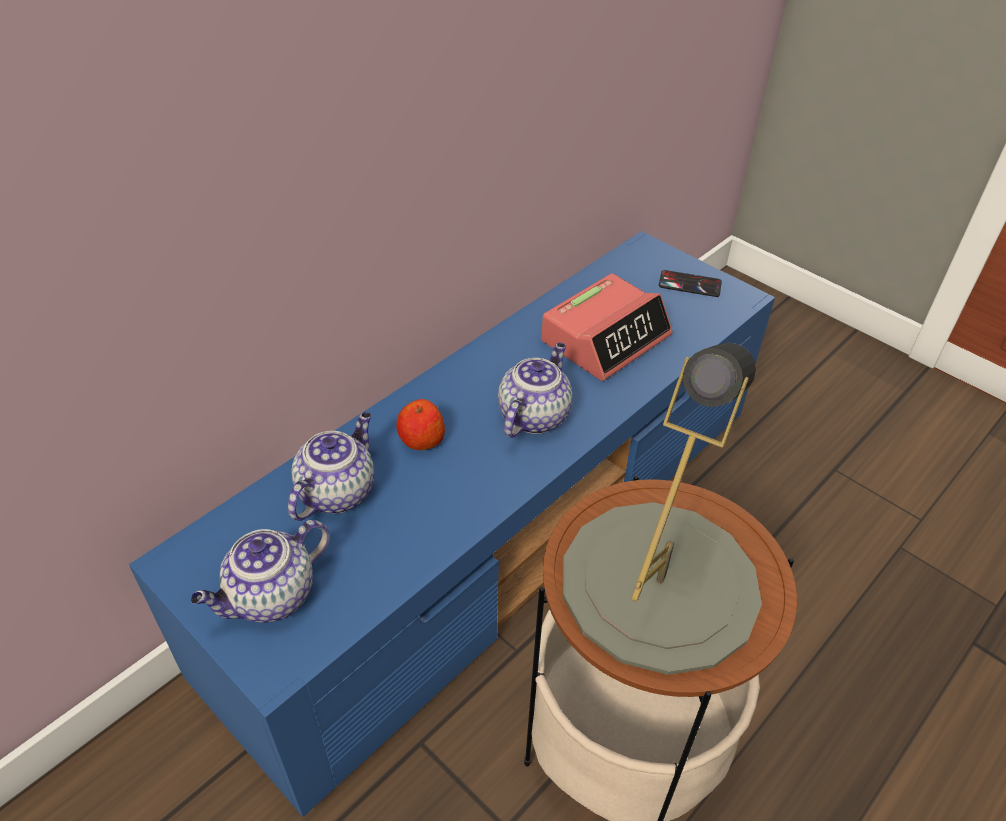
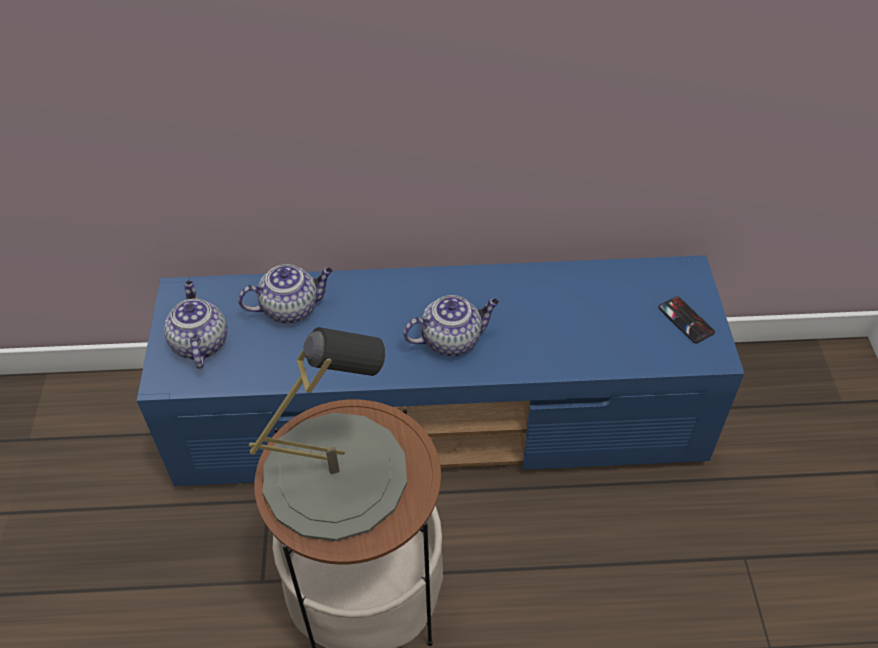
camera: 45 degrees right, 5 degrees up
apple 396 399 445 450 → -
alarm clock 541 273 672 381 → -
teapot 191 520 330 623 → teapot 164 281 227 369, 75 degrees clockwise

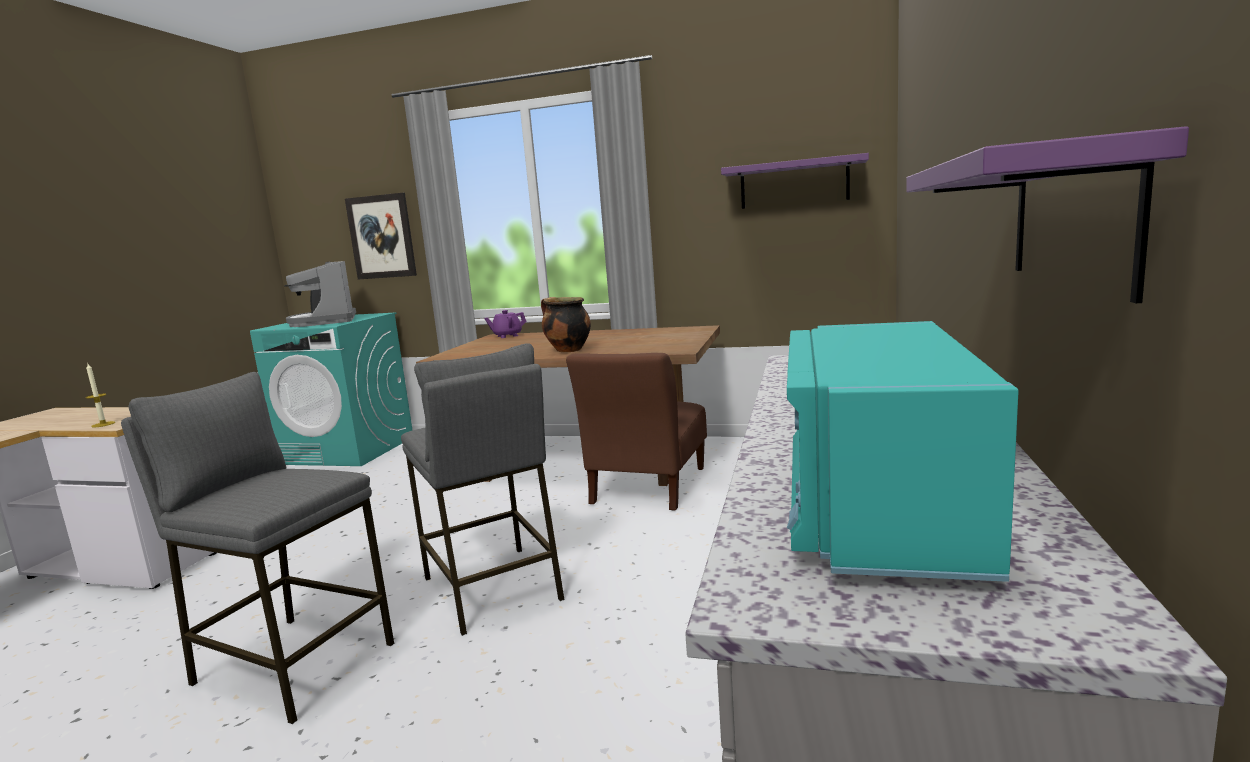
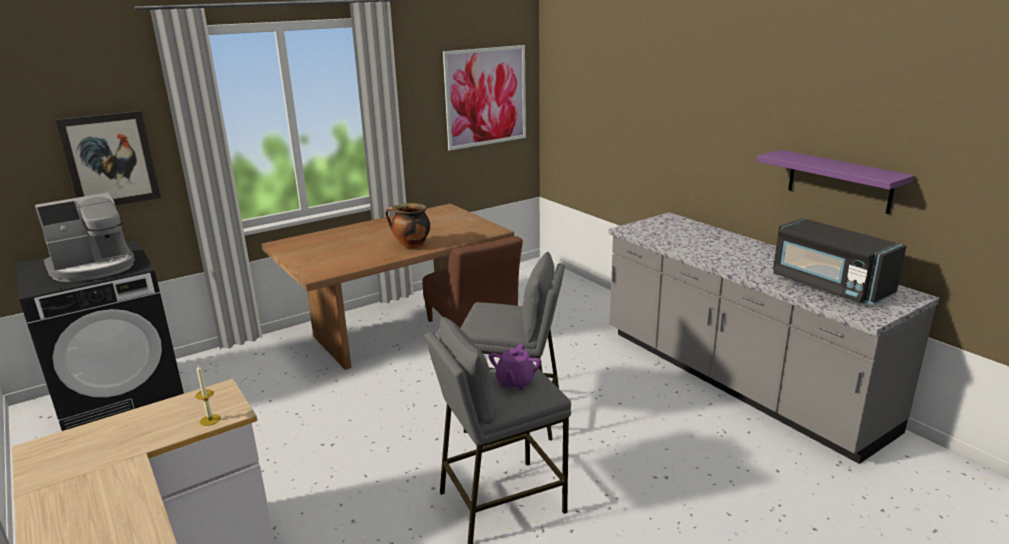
camera: 50 degrees left, 10 degrees up
purple teapot 484 310 527 338 → purple teapot 489 344 542 390, move
purple shelf 721 153 869 209 → picture 443 45 526 151
turquoise washing machine 250 312 412 466 → black washing machine 16 240 184 431
turquoise microwave 787 321 1019 582 → black microwave 773 218 907 305
coffee machine 284 261 356 327 → coffee machine 35 192 135 282, 60 degrees counterclockwise

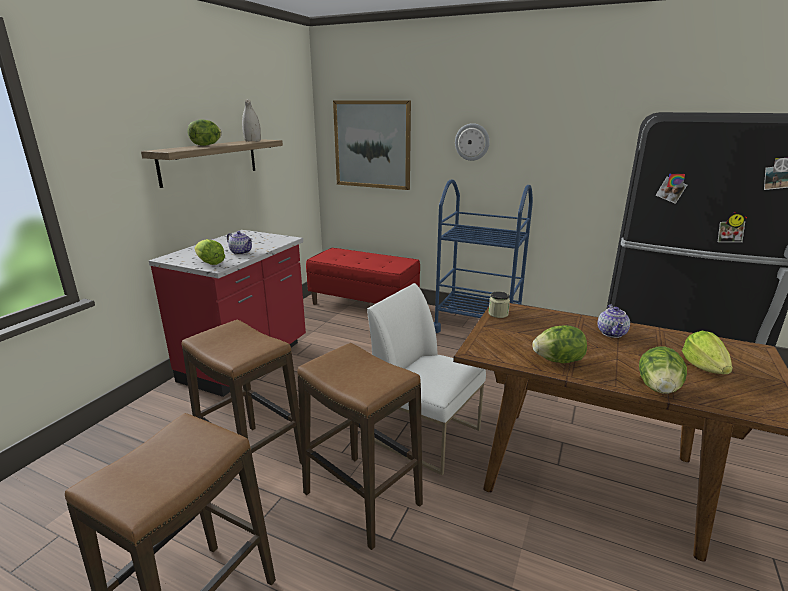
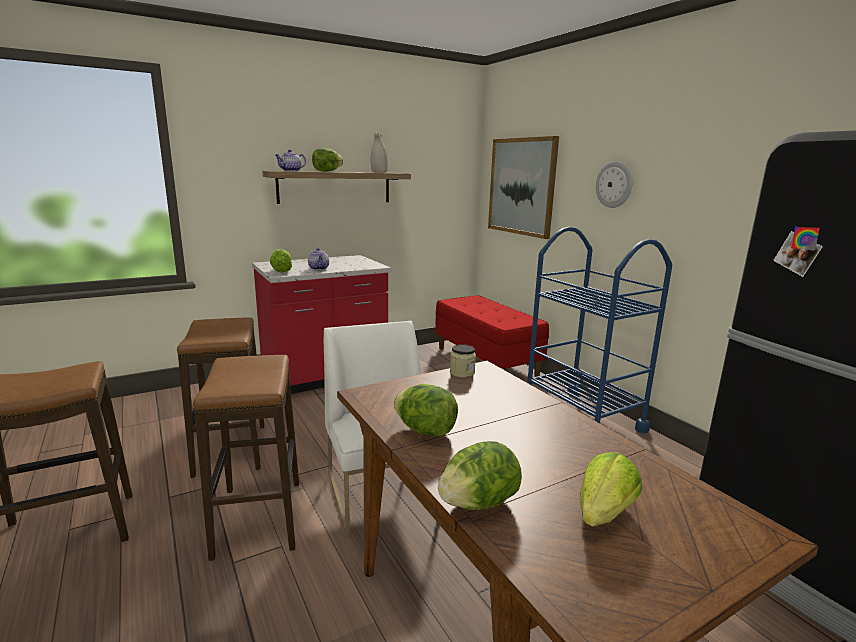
camera: 35 degrees right, 5 degrees down
teapot 598 304 630 338 → teapot 275 150 306 171, move

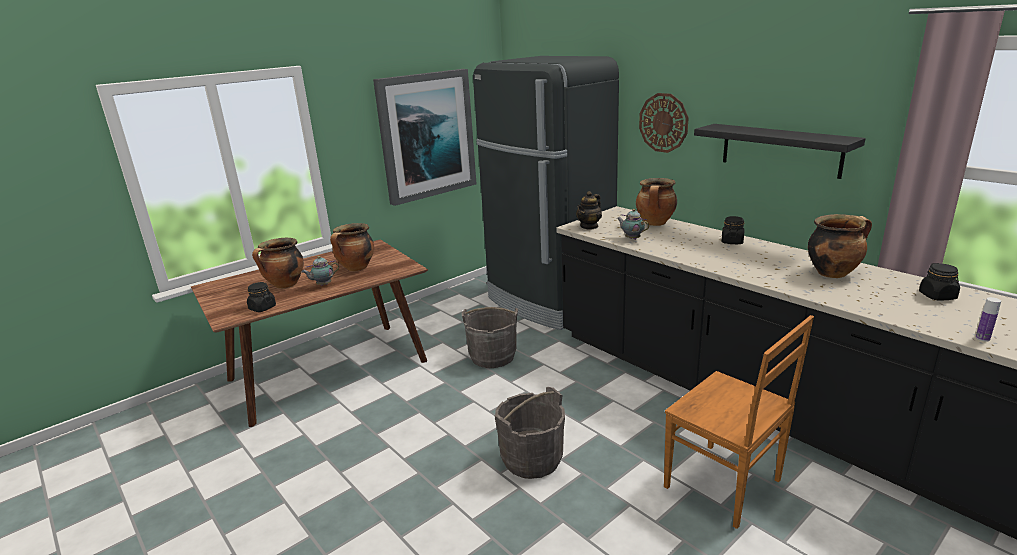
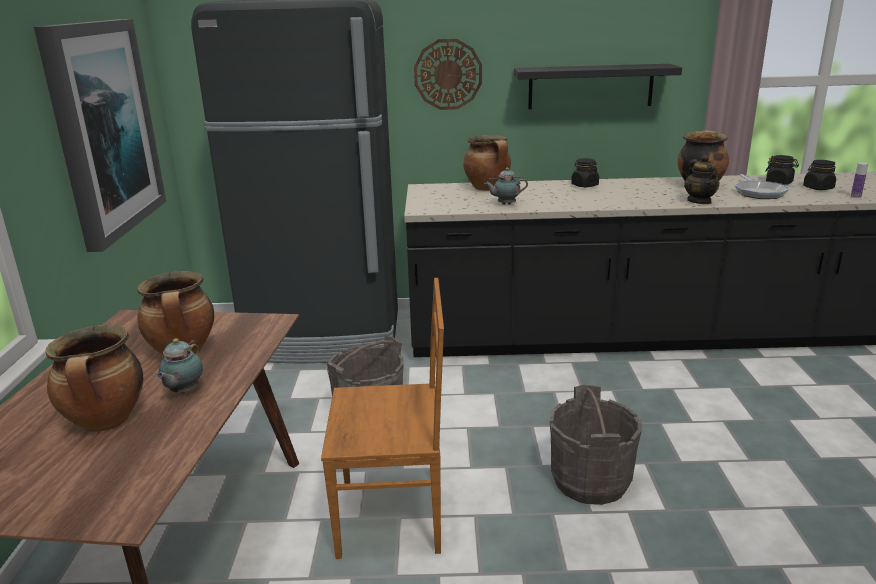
camera: 50 degrees left, 0 degrees up
- → frying pan 735 174 789 199
black jar 247 282 276 312 → black jar 803 160 836 190, move
teapot 576 191 602 230 → teapot 684 155 720 204, move
brown chair 664 315 814 529 → brown chair 321 278 444 559, move

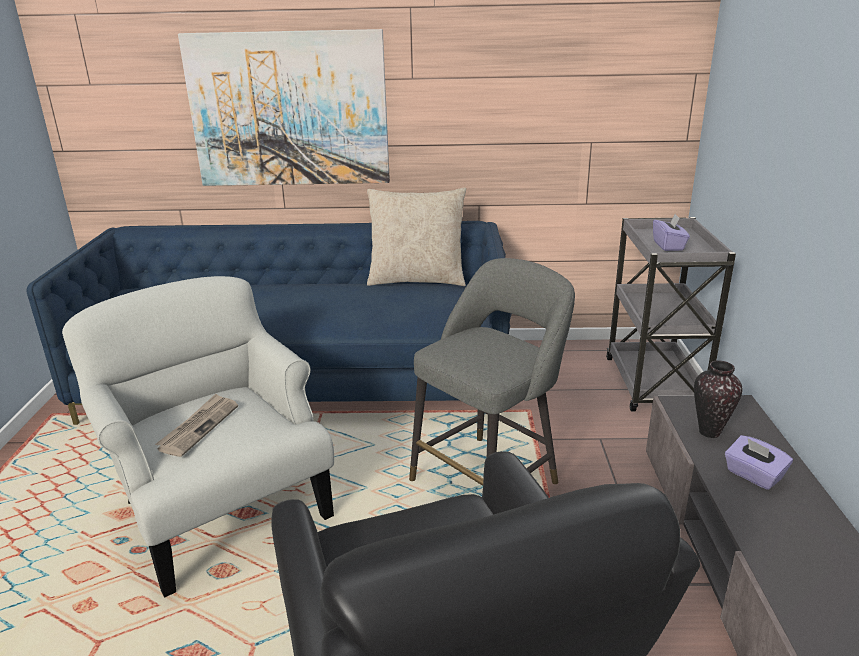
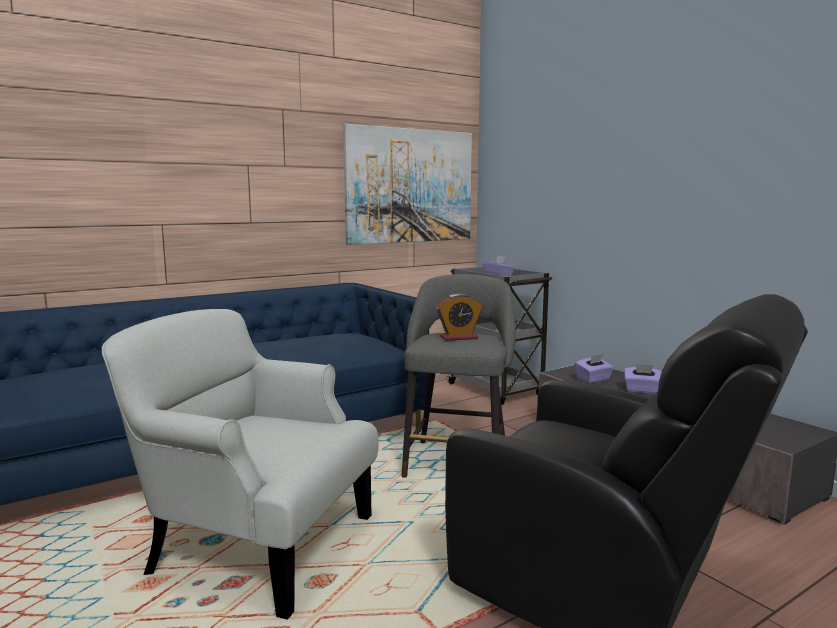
camera: 35 degrees left, 15 degrees down
newspaper 155 394 238 457 → -
beige pillow 367 188 466 286 → -
- → alarm clock 436 294 482 341
picture 178 29 390 186 → picture 343 124 472 245, move
vase 694 361 743 438 → purple tissue box 575 354 614 383

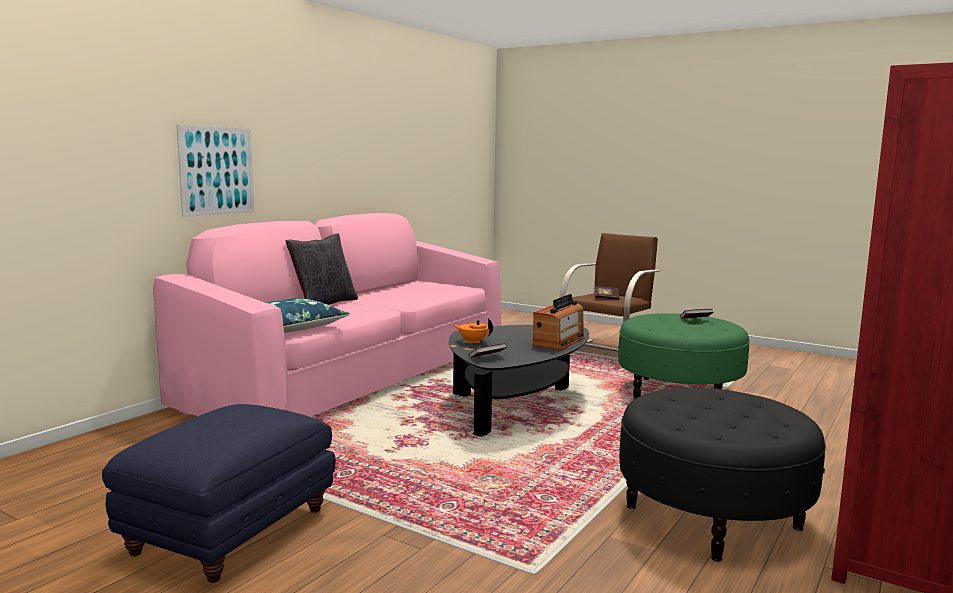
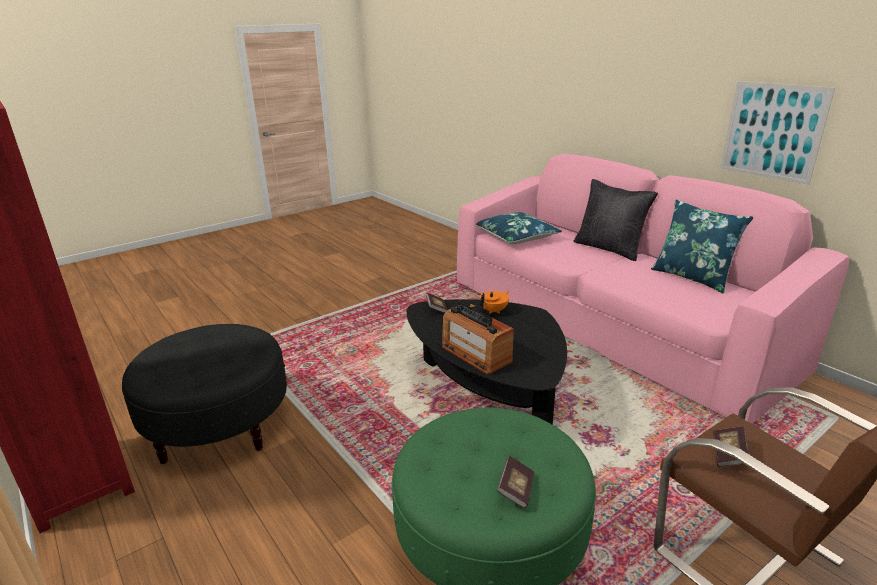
camera: 110 degrees right, 15 degrees up
blue ottoman 102 404 336 583 → -
- → blue pillow 651 199 754 294
picture 176 125 254 217 → picture 720 81 835 185, move

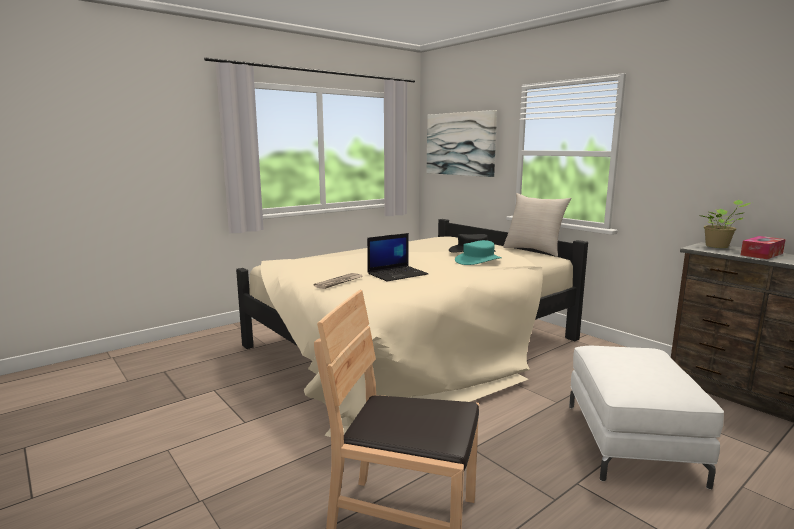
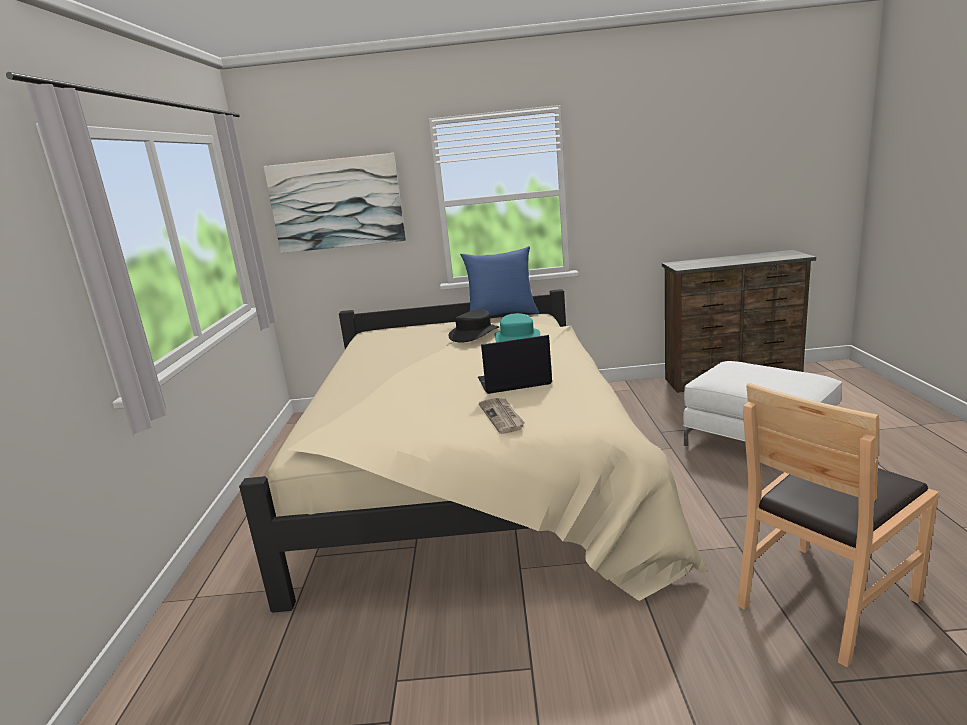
camera: 50 degrees left, 5 degrees up
potted plant 699 200 753 248 → -
tissue box 741 236 786 259 → -
beige pillow 503 193 572 257 → blue pillow 460 246 539 316
laptop 367 233 428 281 → laptop 478 335 552 394, 105 degrees counterclockwise

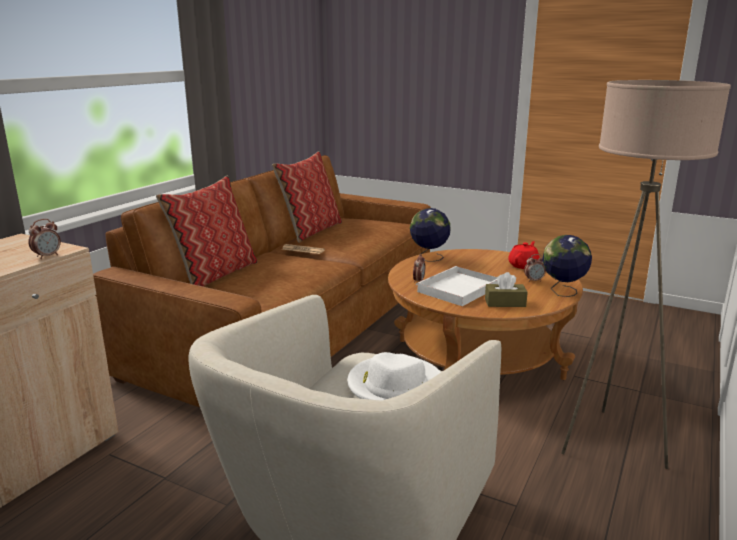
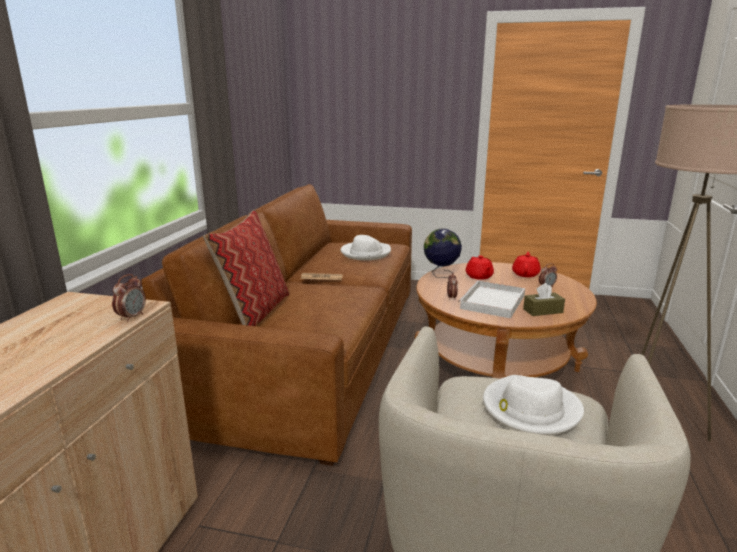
camera: 15 degrees left, 0 degrees up
pillow 272 151 342 243 → -
globe 542 235 592 297 → -
- → white hat 341 235 391 260
- → red teapot 466 255 494 280

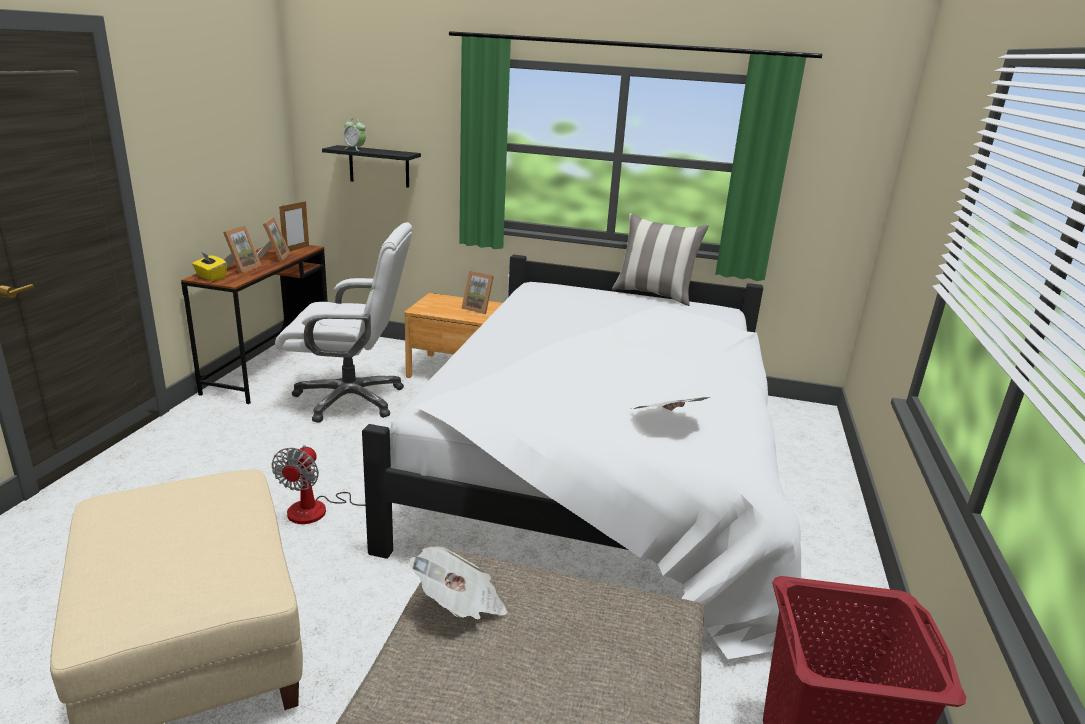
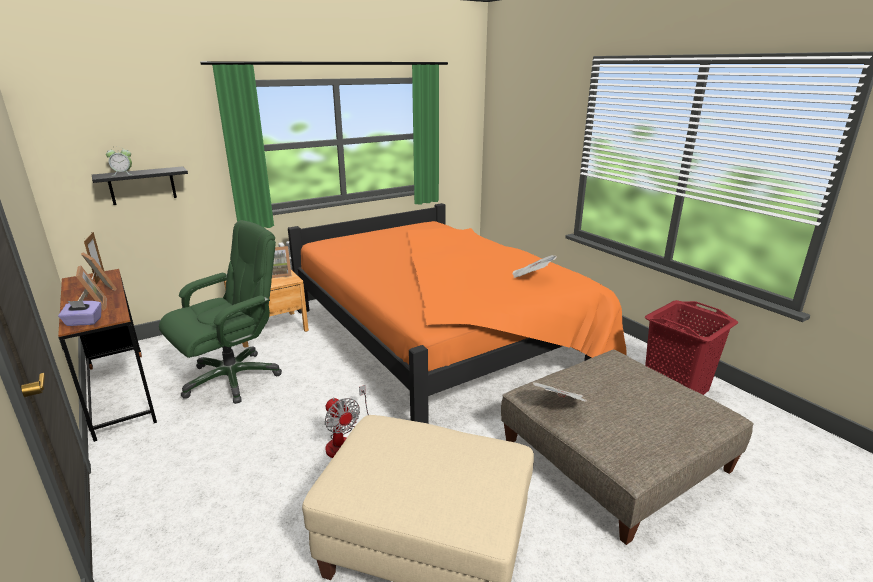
camera: 45 degrees left, 0 degrees up
pillow 612 213 708 306 → -
yellow tissue box 192 253 227 281 → purple tissue box 58 301 101 326
white office chair 275 222 413 423 → green office chair 159 220 282 404
white bed 362 254 807 659 → orange bed 288 203 627 424

